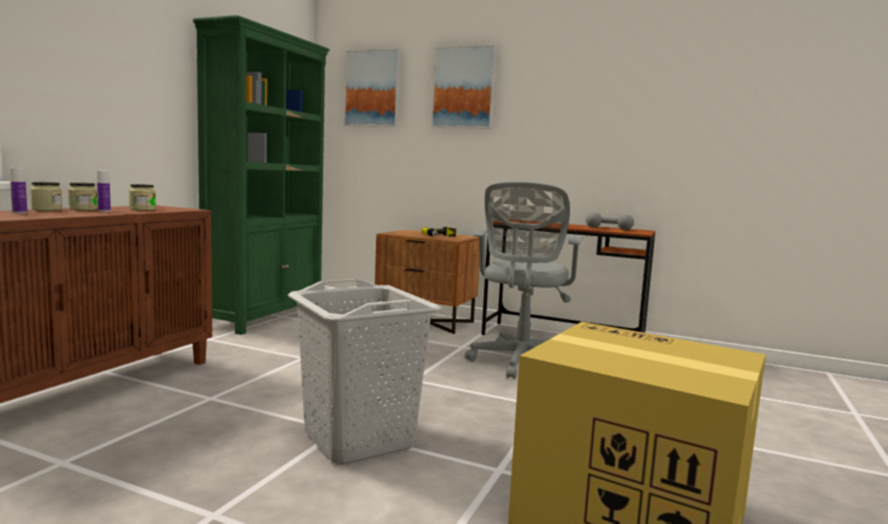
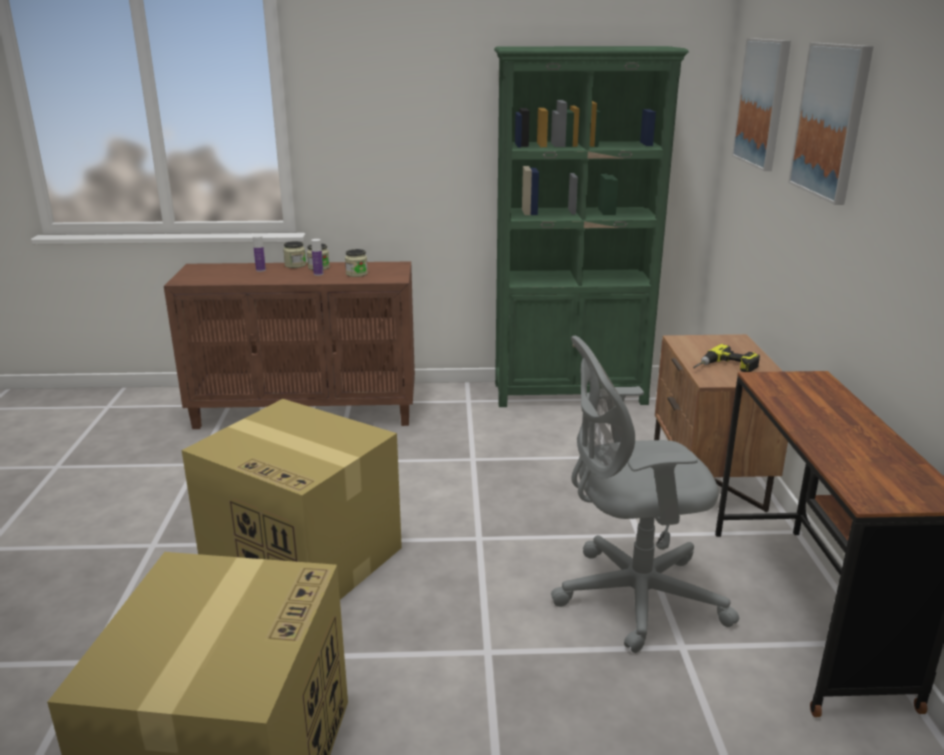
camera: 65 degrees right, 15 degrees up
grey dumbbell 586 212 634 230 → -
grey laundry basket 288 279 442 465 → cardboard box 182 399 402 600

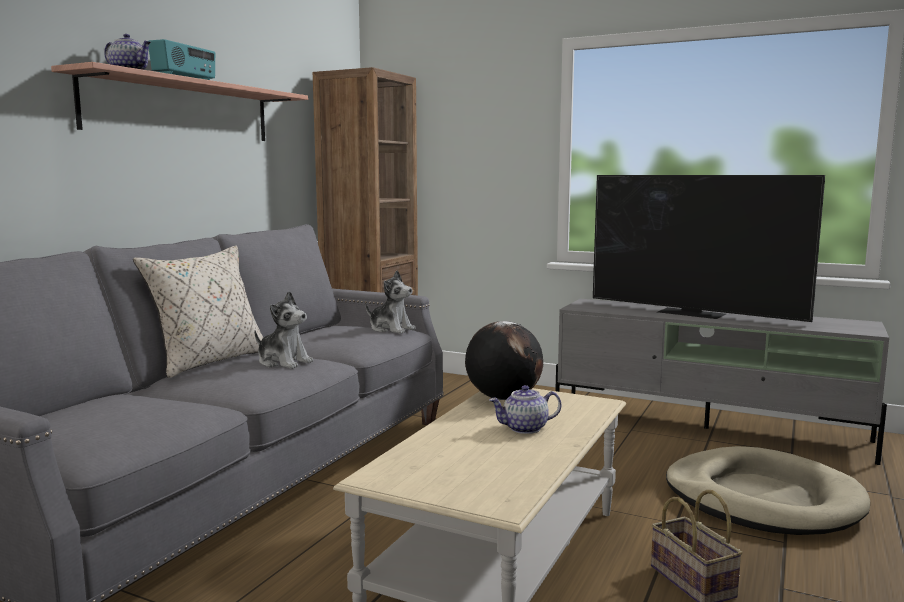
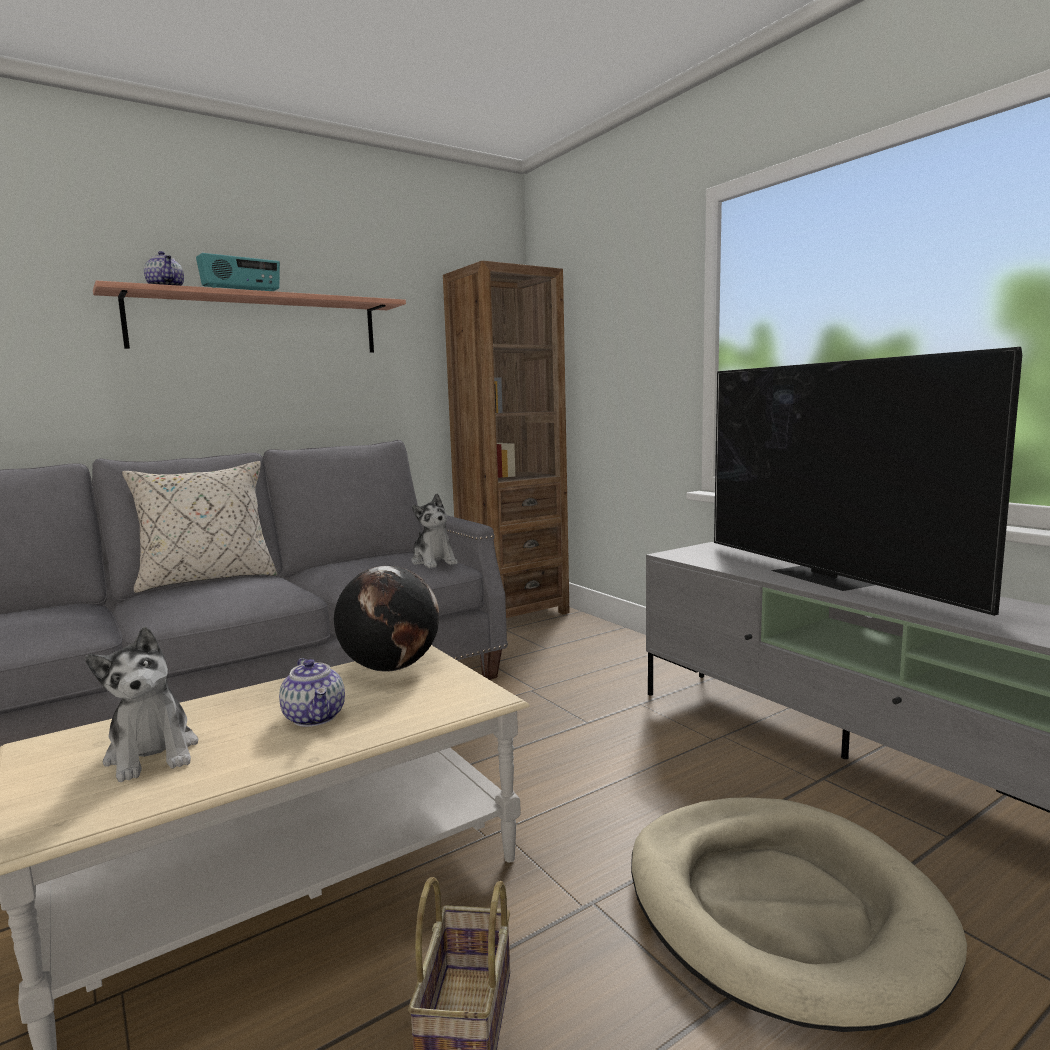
camera: 30 degrees right, 0 degrees up
plush toy 254 291 313 369 → plush toy 85 626 198 782, move
teapot 489 385 561 434 → teapot 279 658 345 727, 135 degrees counterclockwise

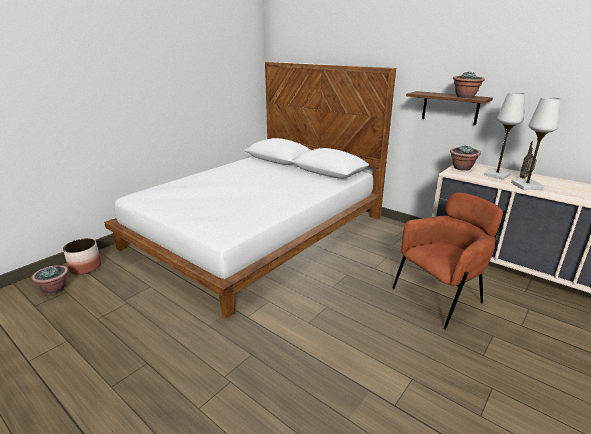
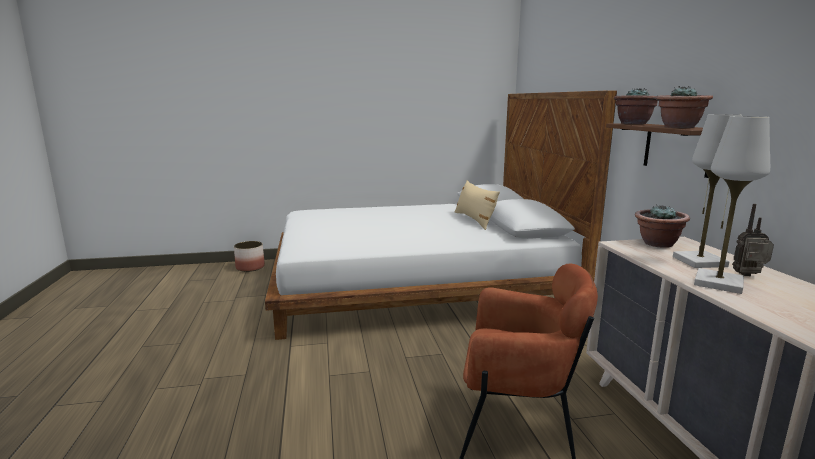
camera: 40 degrees right, 10 degrees down
- → beige pillow 455 180 500 230
potted plant 32 265 68 294 → potted plant 614 88 658 124, move

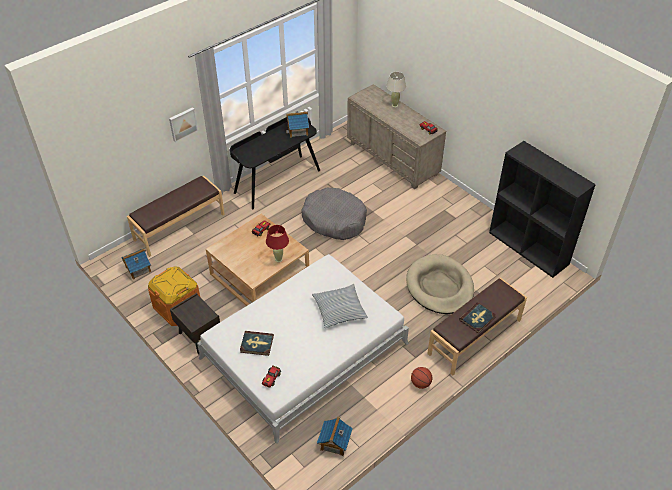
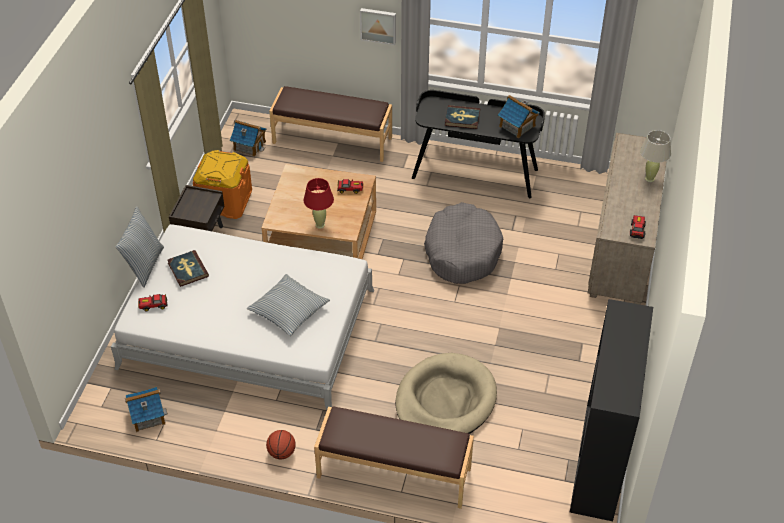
camera: 55 degrees right, 0 degrees up
- → pillow 116 206 164 288
book 459 302 496 334 → book 445 105 480 129, move

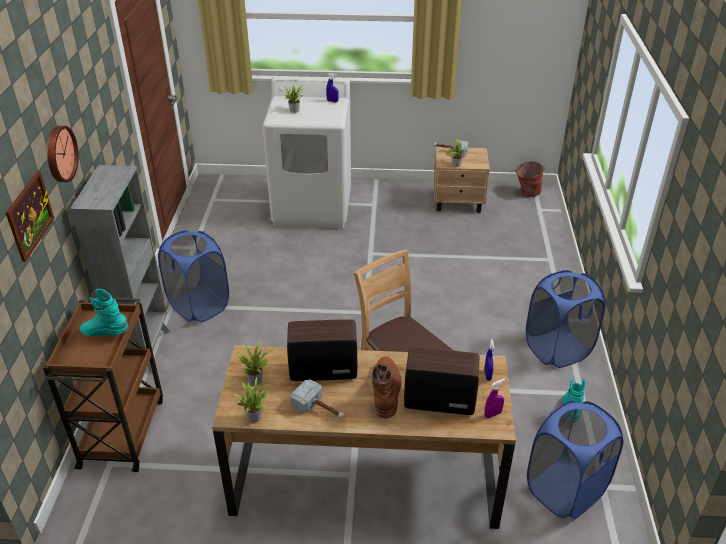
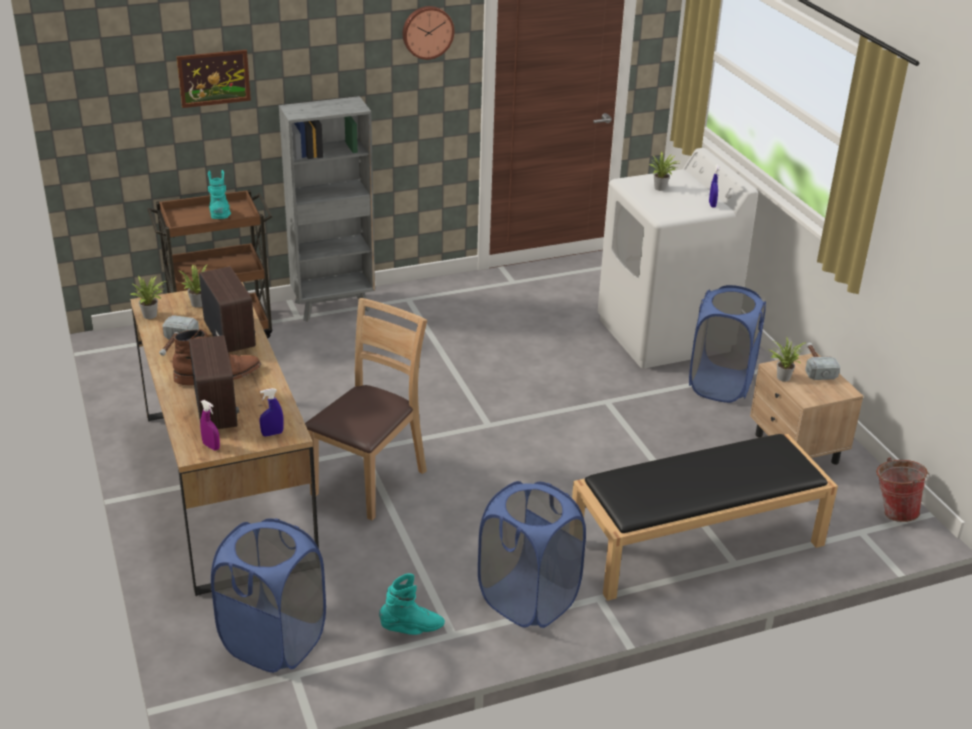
camera: 65 degrees right, 5 degrees down
- → black bench 572 434 838 601
wall clock 47 126 78 182 → wall clock 403 6 454 60, move
blue laundry basket 158 231 229 322 → blue laundry basket 689 285 766 403, move

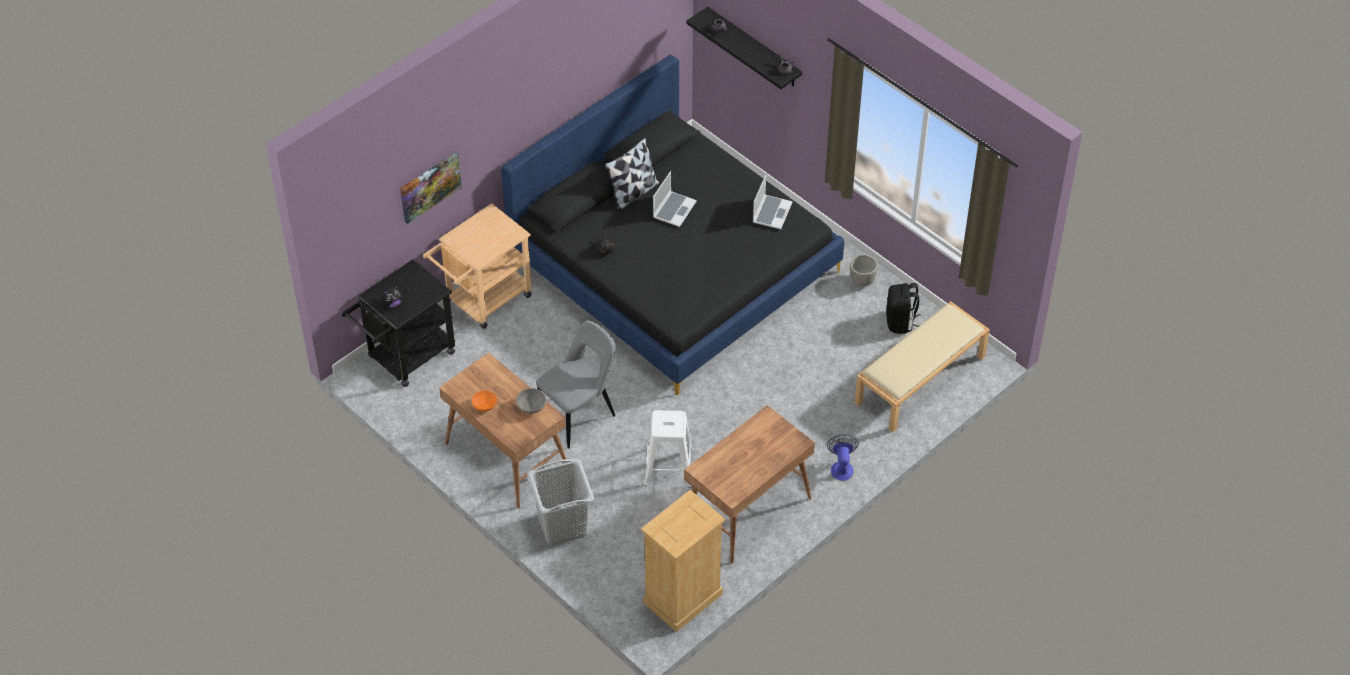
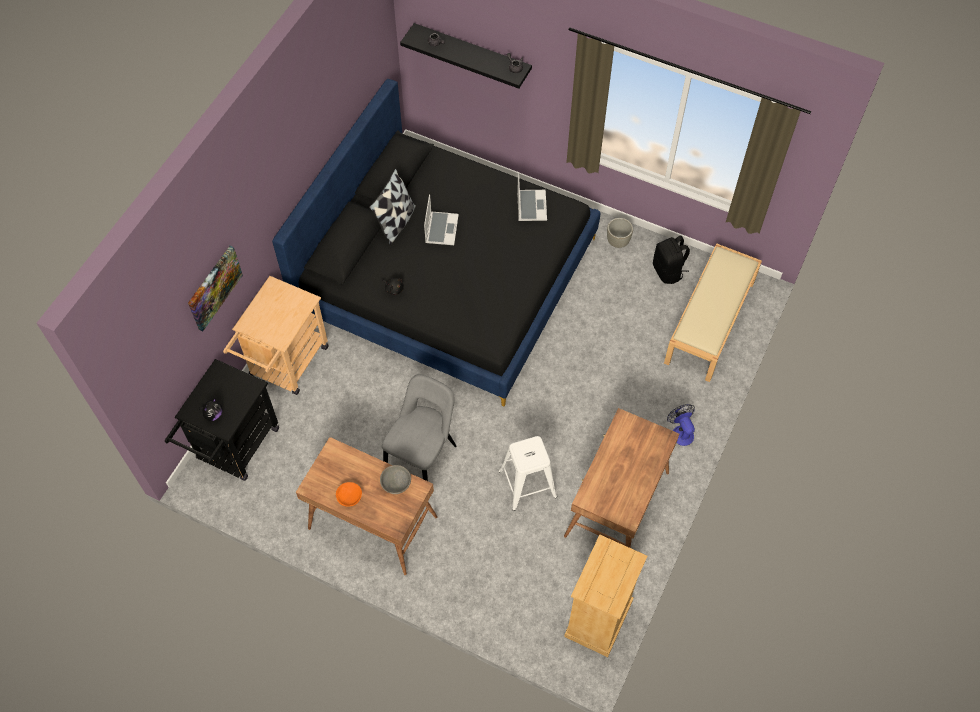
camera: 20 degrees left, 10 degrees up
grey laundry basket 527 459 594 546 → -

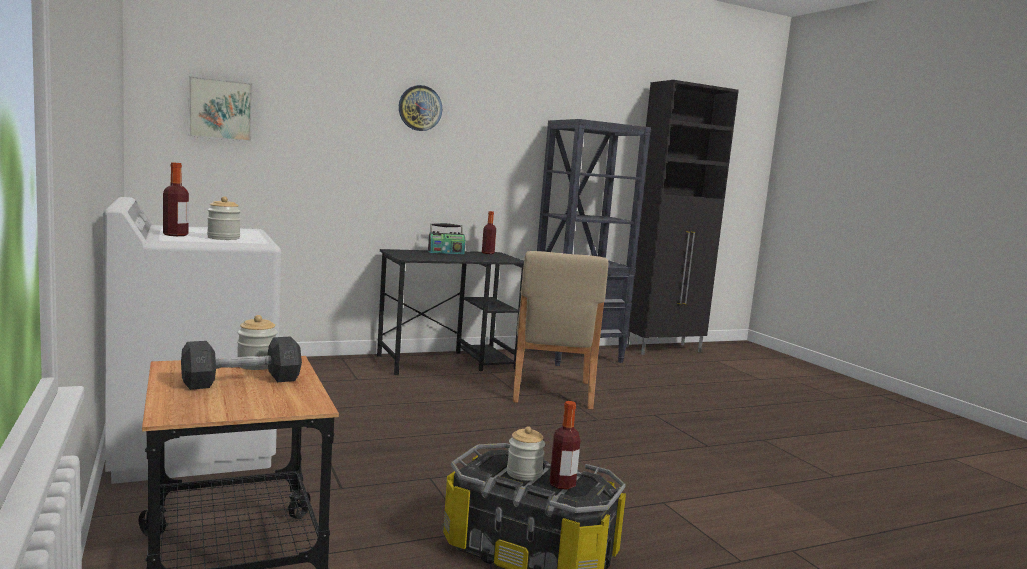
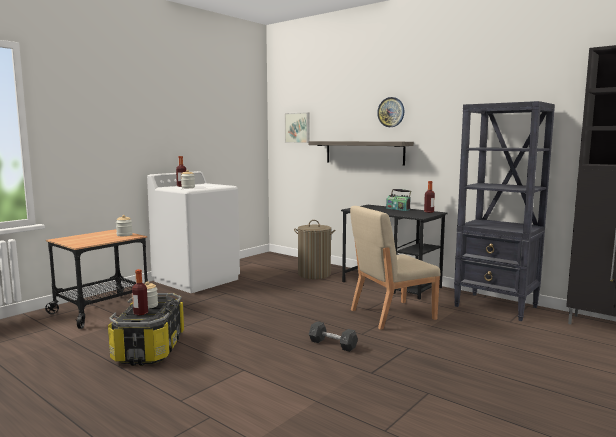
camera: 65 degrees right, 0 degrees up
- → laundry basket 294 220 335 279
- → shelf 308 141 414 166
grey dumbbell 181 336 302 390 → grey dumbbell 309 321 358 352, move

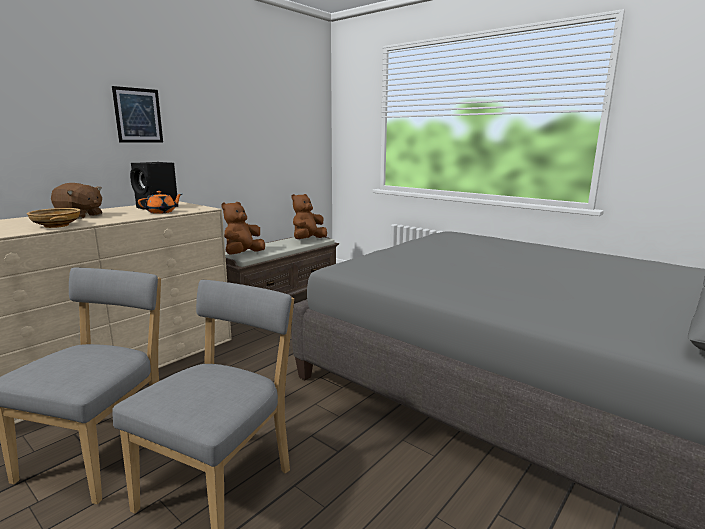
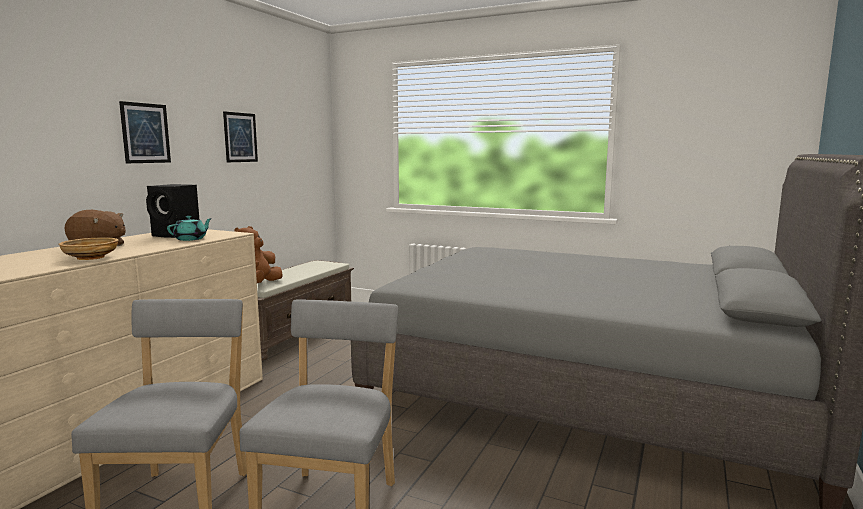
camera: 15 degrees left, 5 degrees down
brown plush toy 292 194 327 239 → -
- → picture 223 111 258 162
orange teapot 138 191 182 214 → turquoise teapot 167 216 212 241

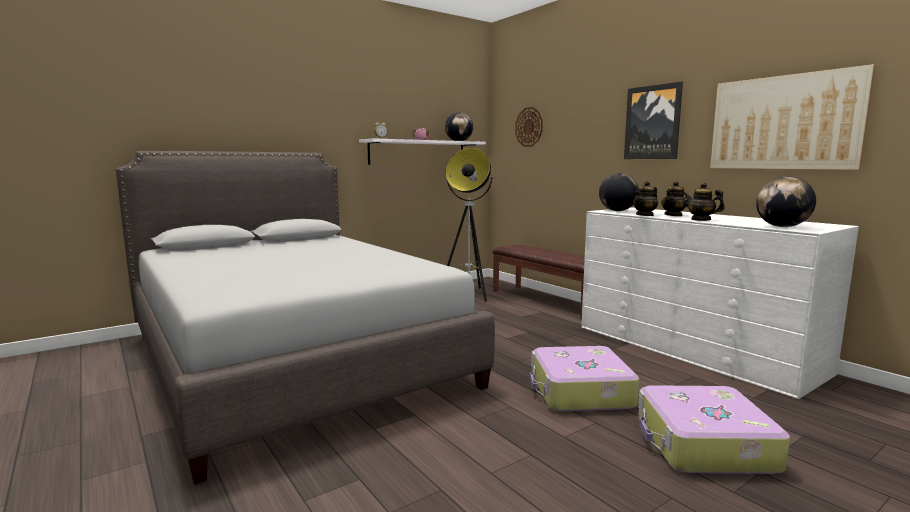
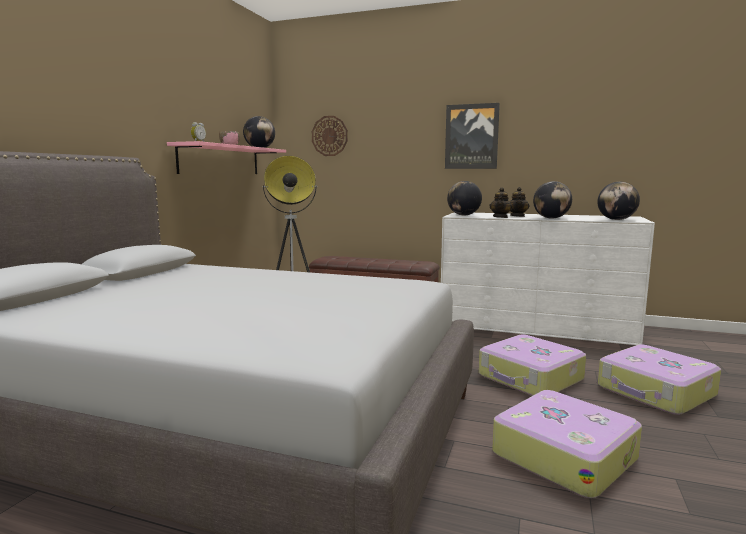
camera: 35 degrees left, 0 degrees up
picture 710 64 876 170 → -
- → suitcase 492 390 642 498
teapot 682 183 725 221 → globe 533 181 572 218
white shelf 359 138 486 165 → pink shelf 167 141 286 174

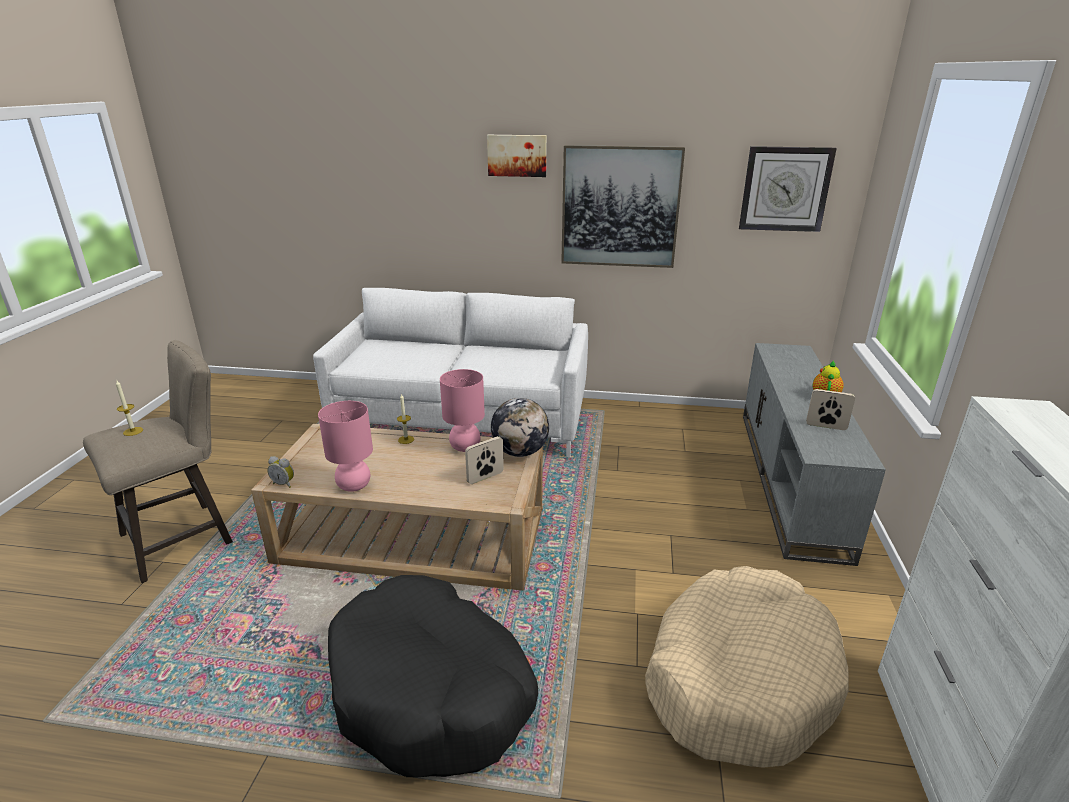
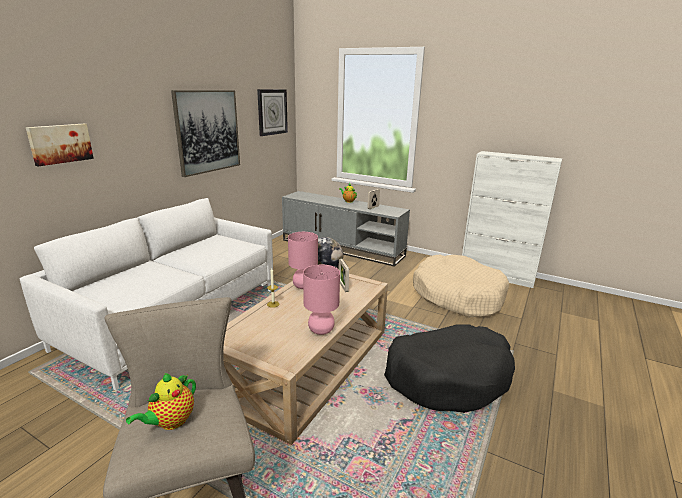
camera: 70 degrees left, 5 degrees down
alarm clock 267 456 294 488 → -
picture 487 135 547 177 → picture 26 124 94 166, move
candle 116 379 143 436 → teapot 126 373 196 430

